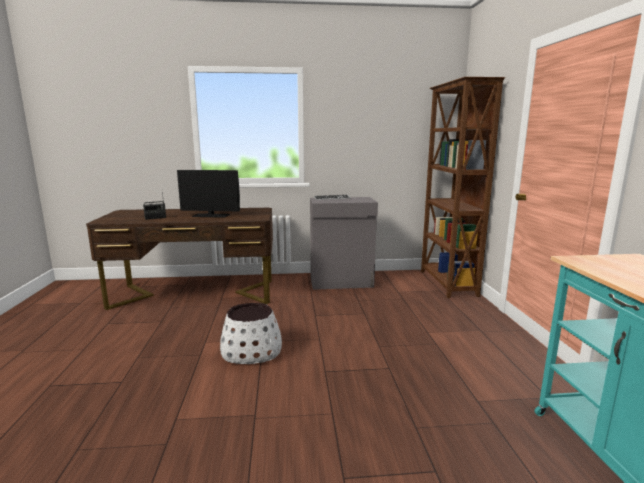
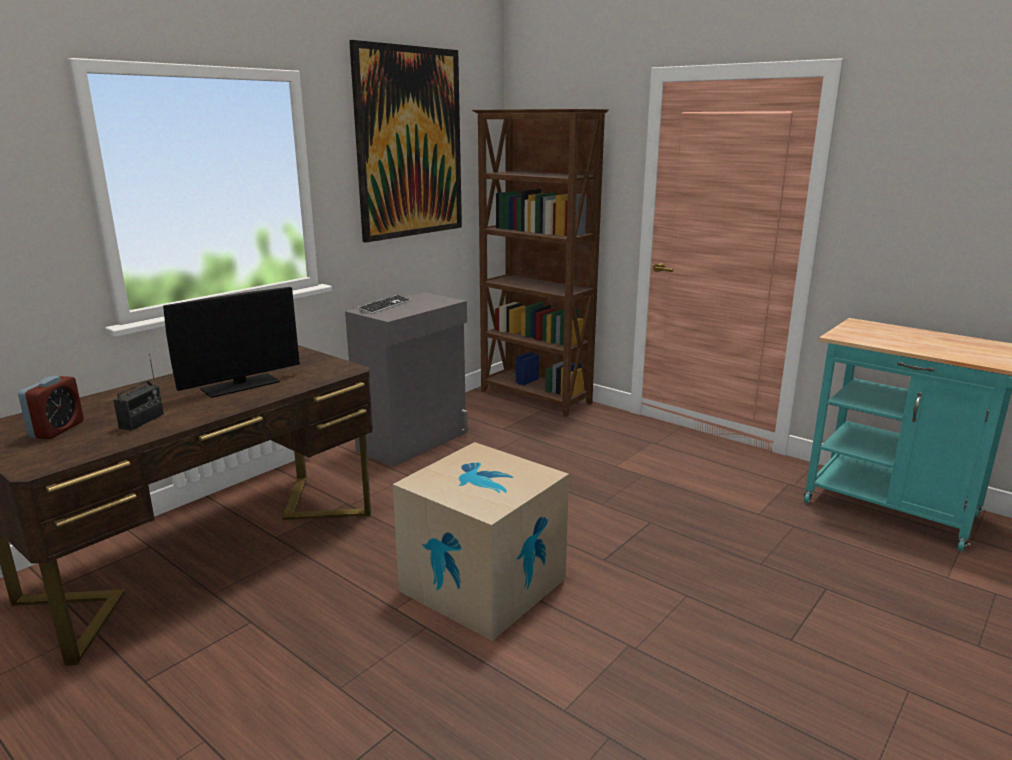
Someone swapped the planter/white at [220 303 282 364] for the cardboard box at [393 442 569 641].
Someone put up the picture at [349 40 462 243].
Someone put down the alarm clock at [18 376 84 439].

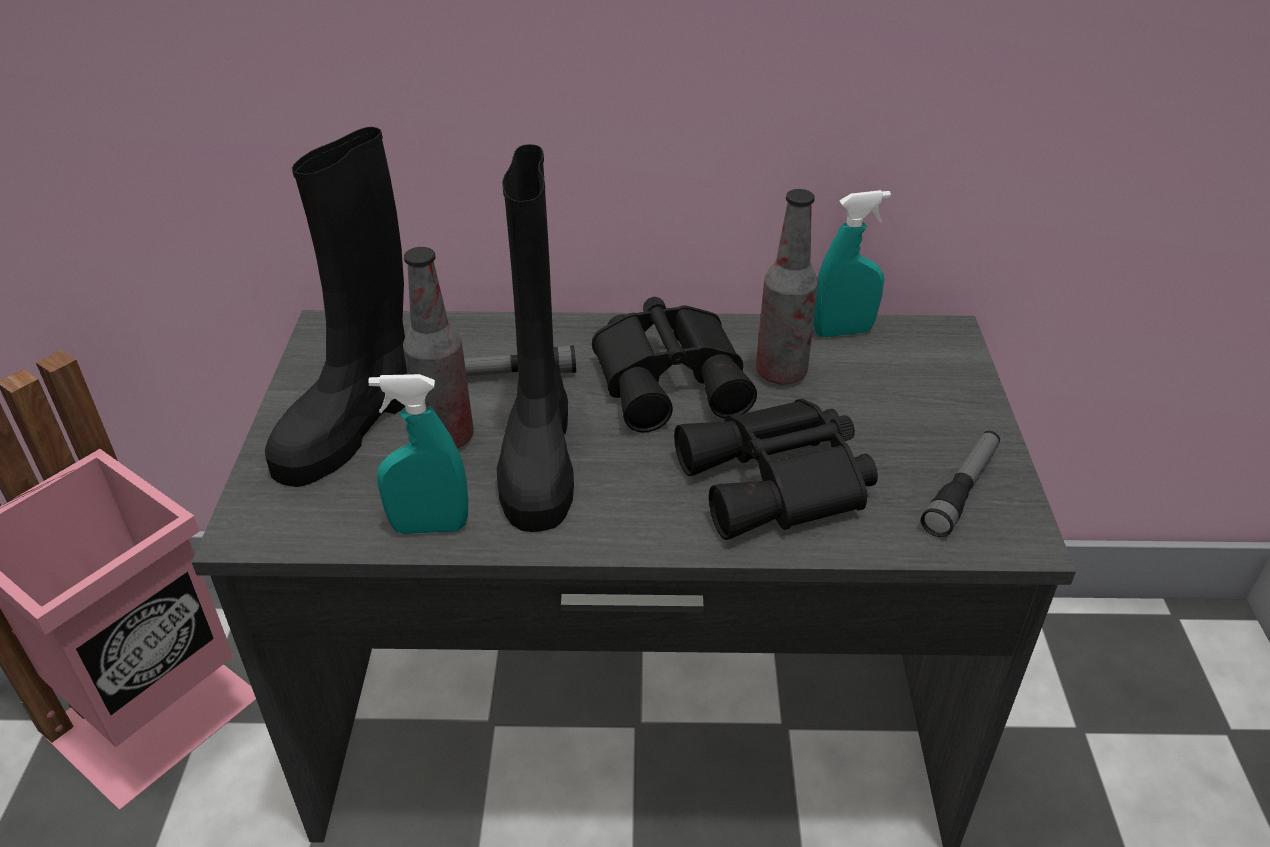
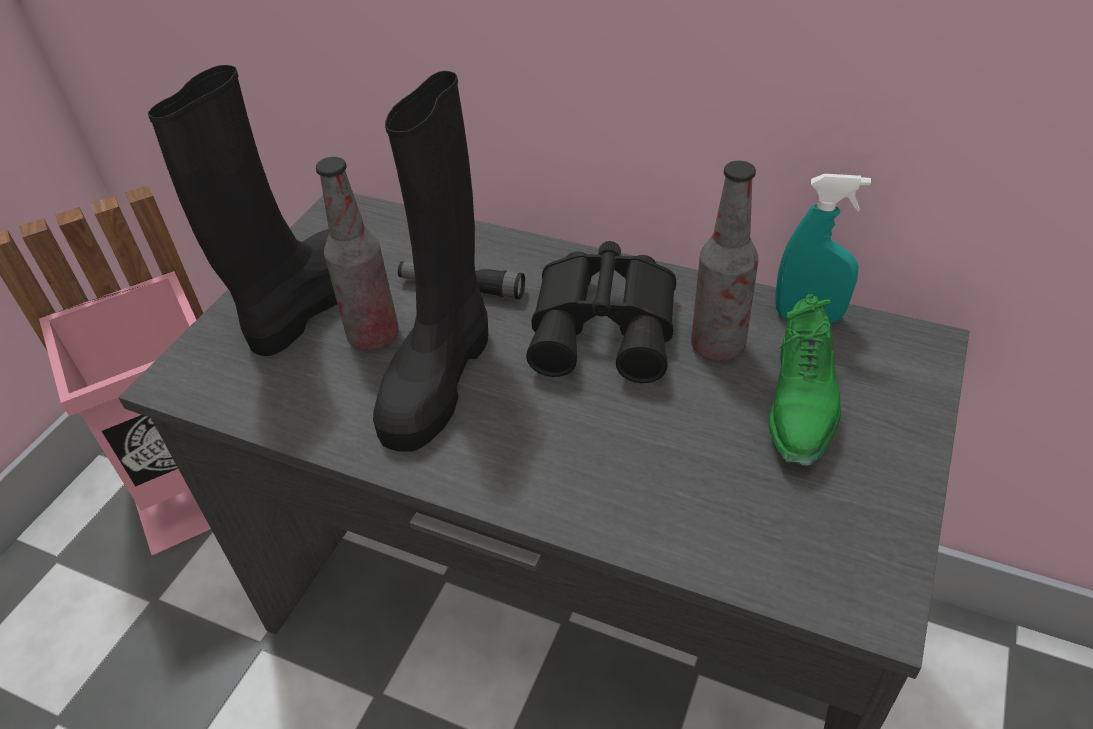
Someone rotated the boot/black at [265 127 408 487] by 150 degrees clockwise.
Someone took away the spray bottle/turquoise at [369 374 468 534].
Someone took away the binoculars/black at [674 399 878 540].
Someone took away the flashlight at [921 431 1000 537].
Someone put down the shoe/green at [768 294 841 466].

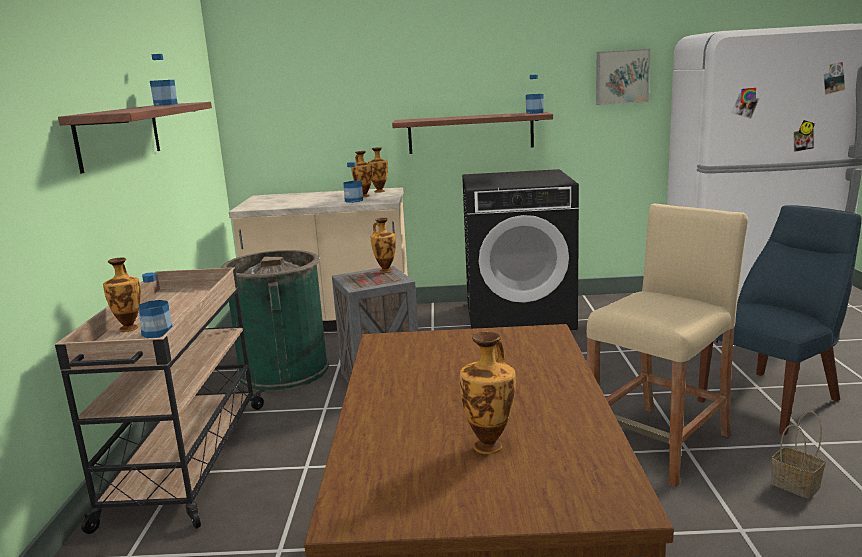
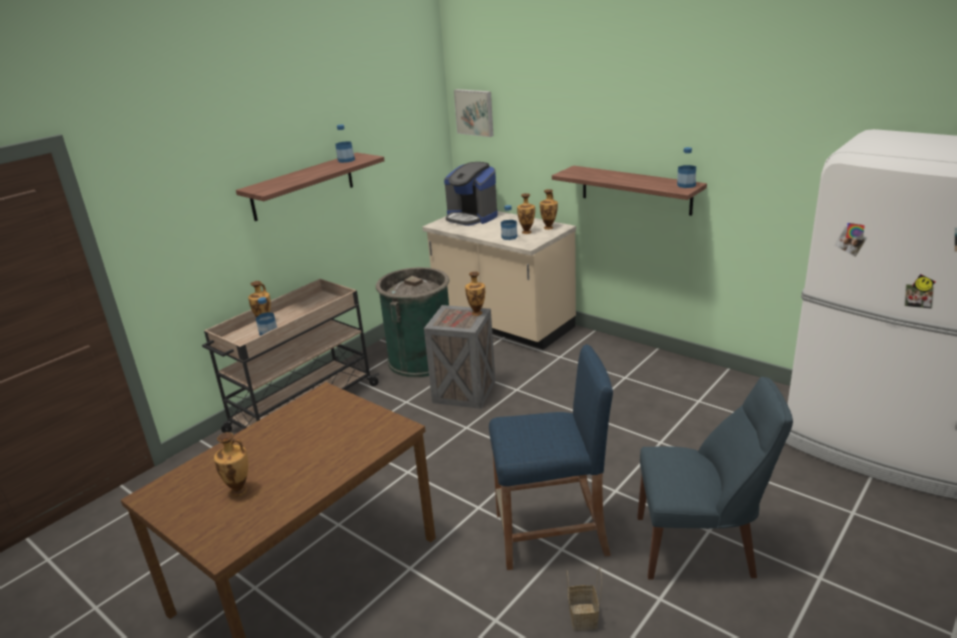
Someone carried the picture from [596 49 651 105] to [454 89 494 137].
Someone took away the washing machine/black at [462 169 579 330].
Someone repainted the stool/beige at [586 204 748 487], which became the stool/blue at [489 344 613 570].
Someone put down the coffee machine at [444 162 498 226].

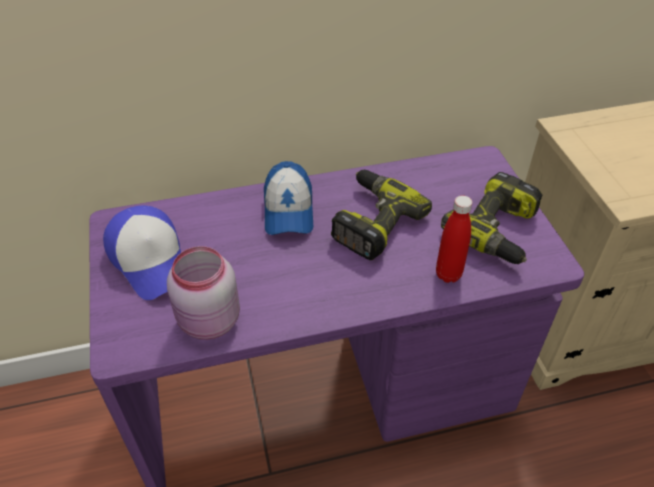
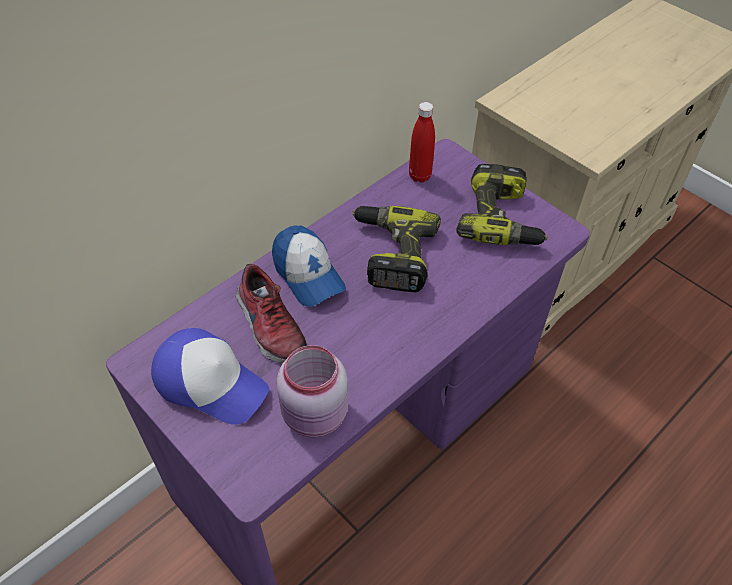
Someone carried the bottle/red from [436 195 472 283] to [409 102 435 183].
Someone put down the shoe at [235 264 307 363].

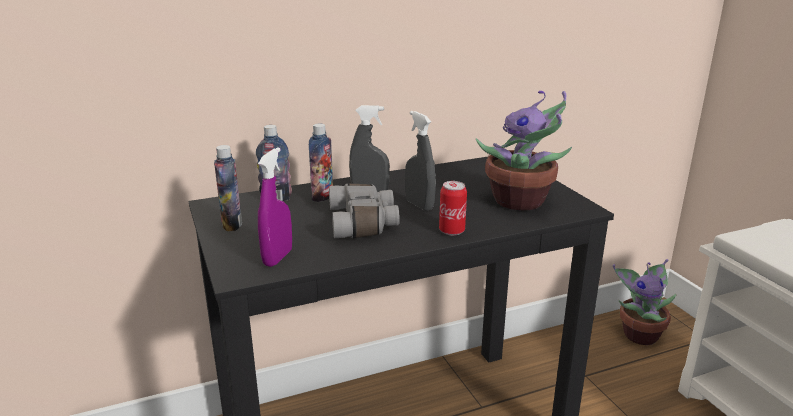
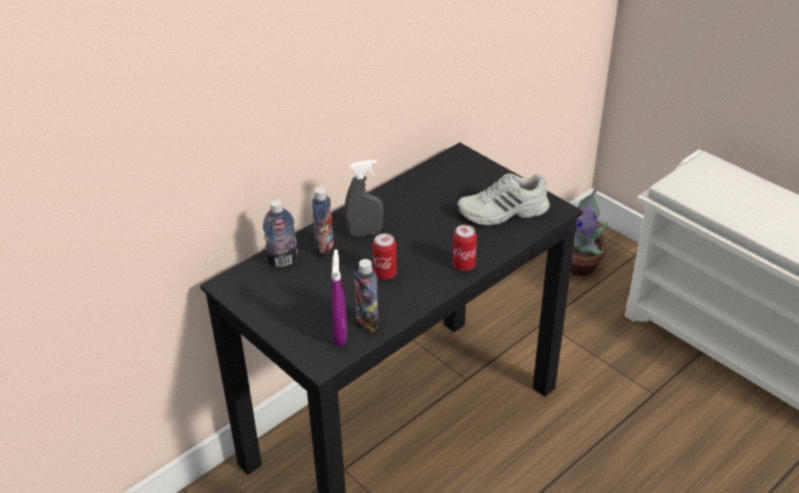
Someone swapped the potted plant at [476 91 572 210] for the shoe/white at [457 173 550 226].
Someone took away the spray bottle/grey at [405 111 436 211].
Someone carried the bottle from [214 145 242 231] to [354 259 379 332].
Someone swapped the binoculars/grey at [329 184 400 238] for the can at [373 233 397 280].

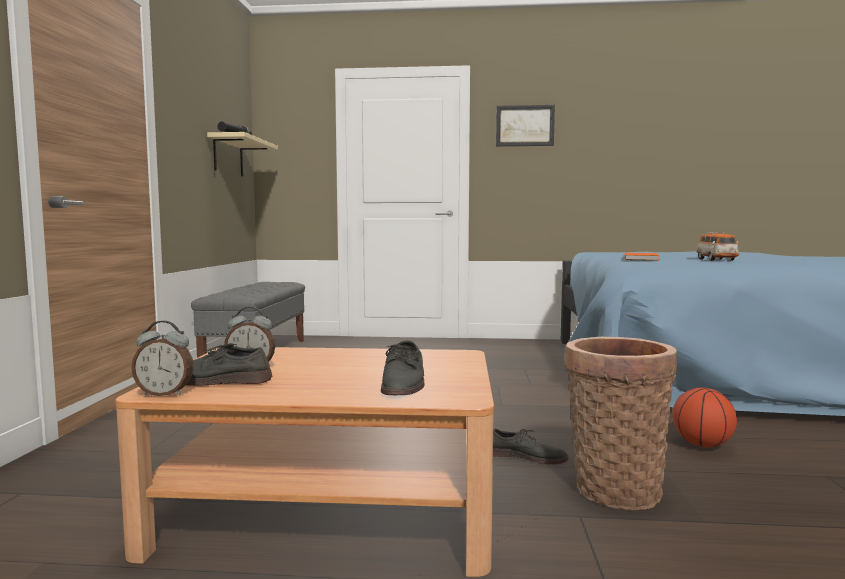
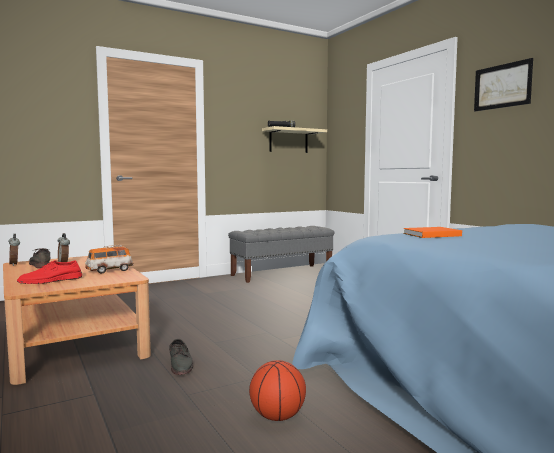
Someone carried the toy car from [697 232 739 261] to [85 245 133 274].
Someone took away the basket at [565 337 678 510].
Someone repainted the shoe/grey at [381 340 425 395], which became the shoe/red at [17 260 82 284].

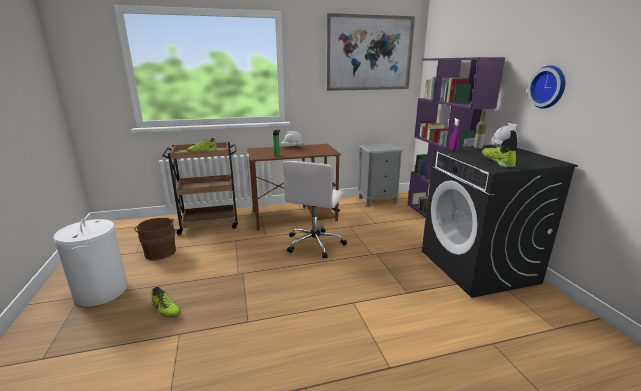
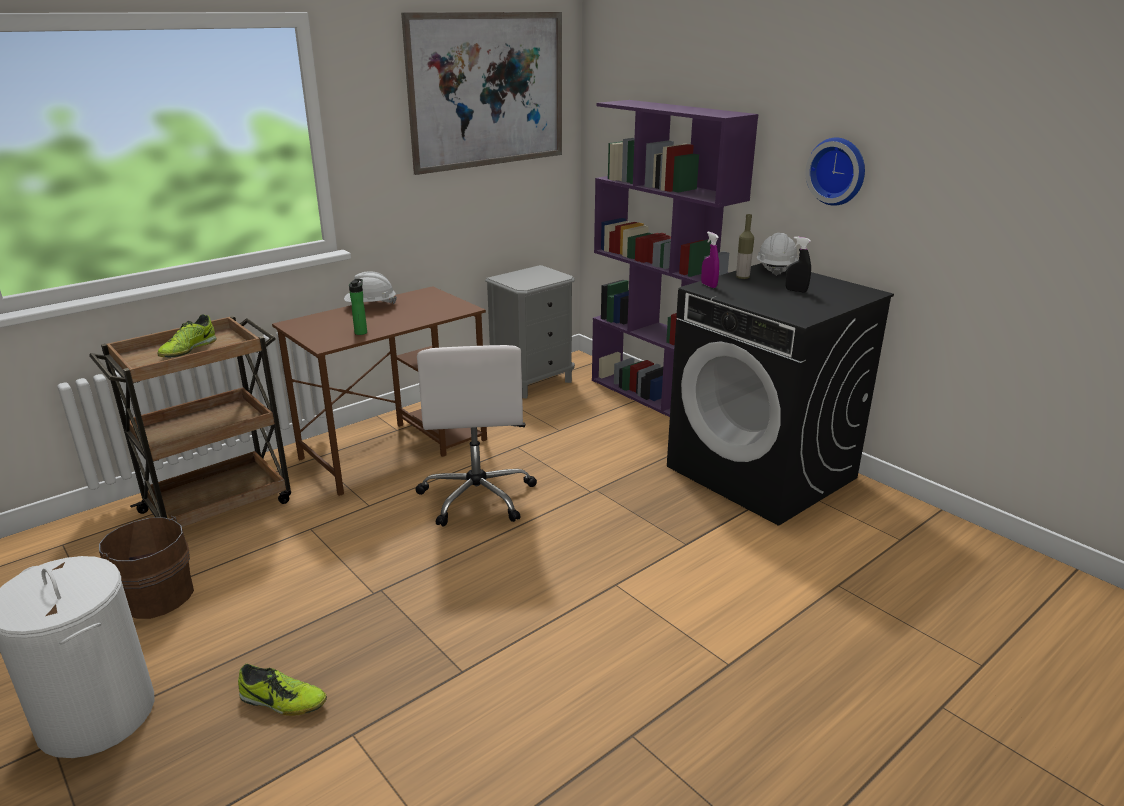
Someone took away the shoe at [482 146 516 168].

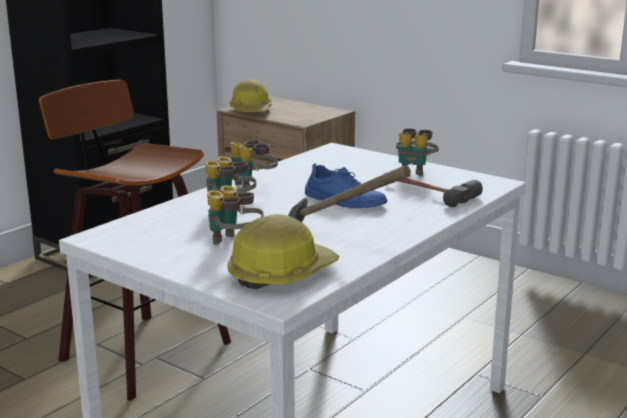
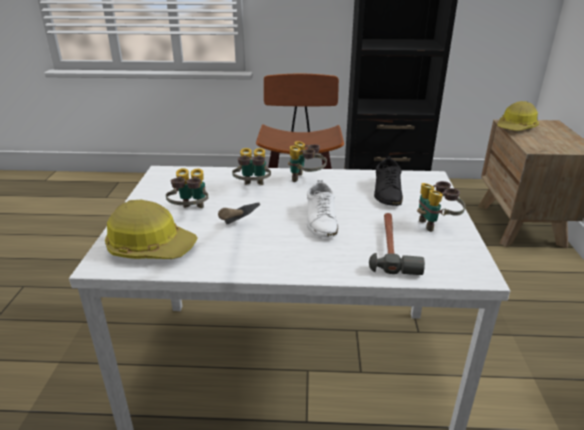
Someone repainted the shoe/blue at [305 163 387 208], which became the shoe/white at [307 180 338 238].
Someone put down the shoe/black at [374 157 403 206].

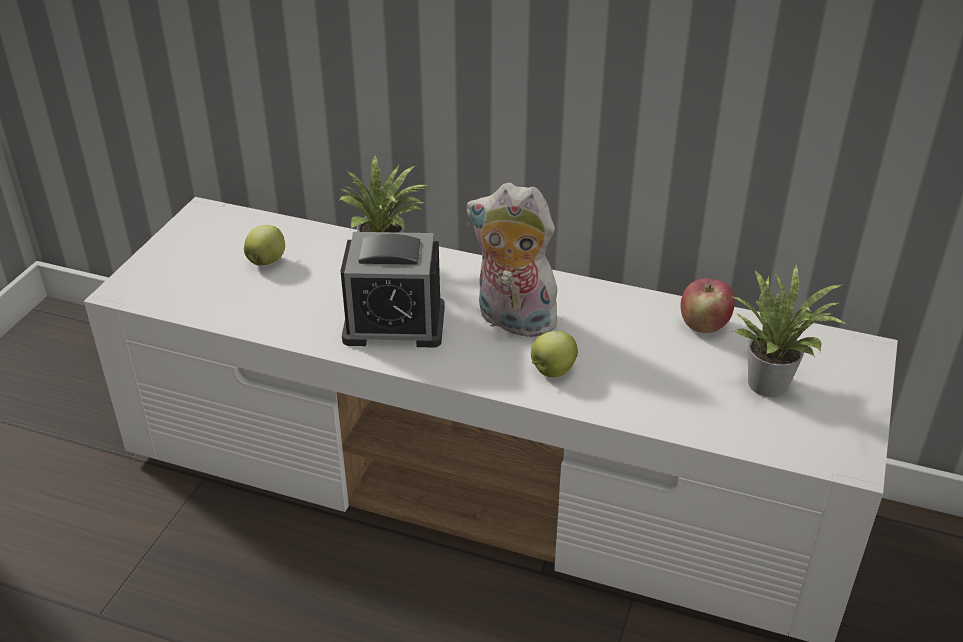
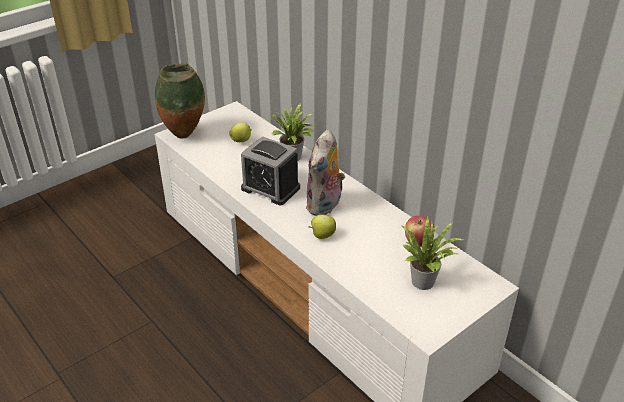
Someone rotated the plush toy at [467 183 561 340] by 120 degrees counterclockwise.
Someone put down the vase at [155 63 205 139].

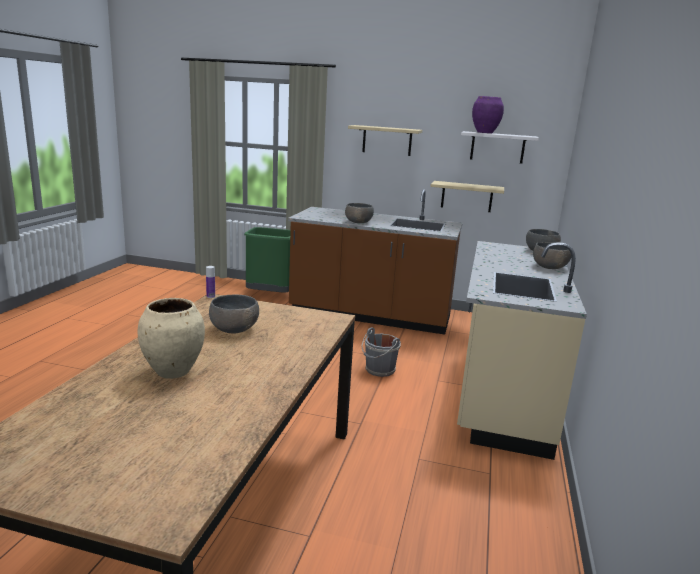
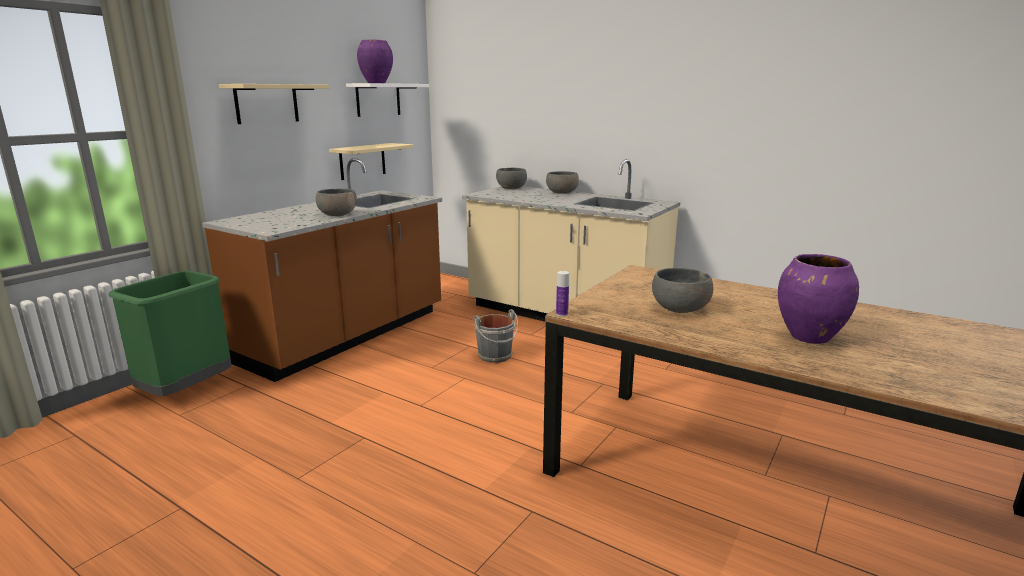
Someone repainted the vase/beige at [138 298 205 379], which became the vase/purple at [778 254 859 344].

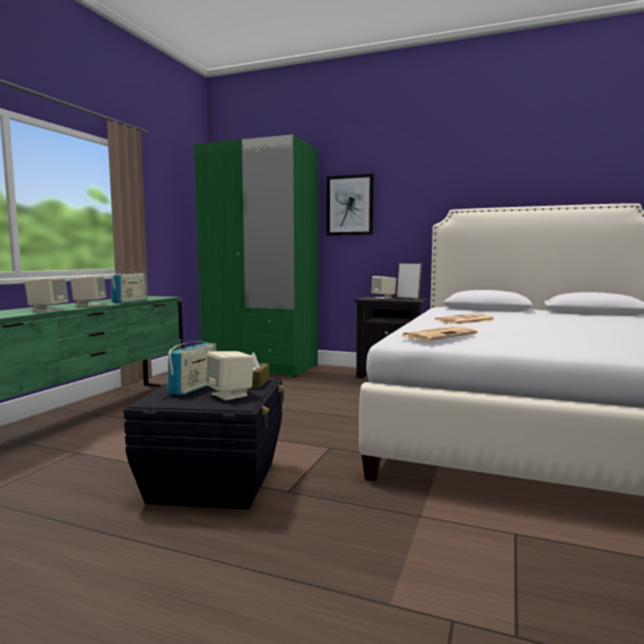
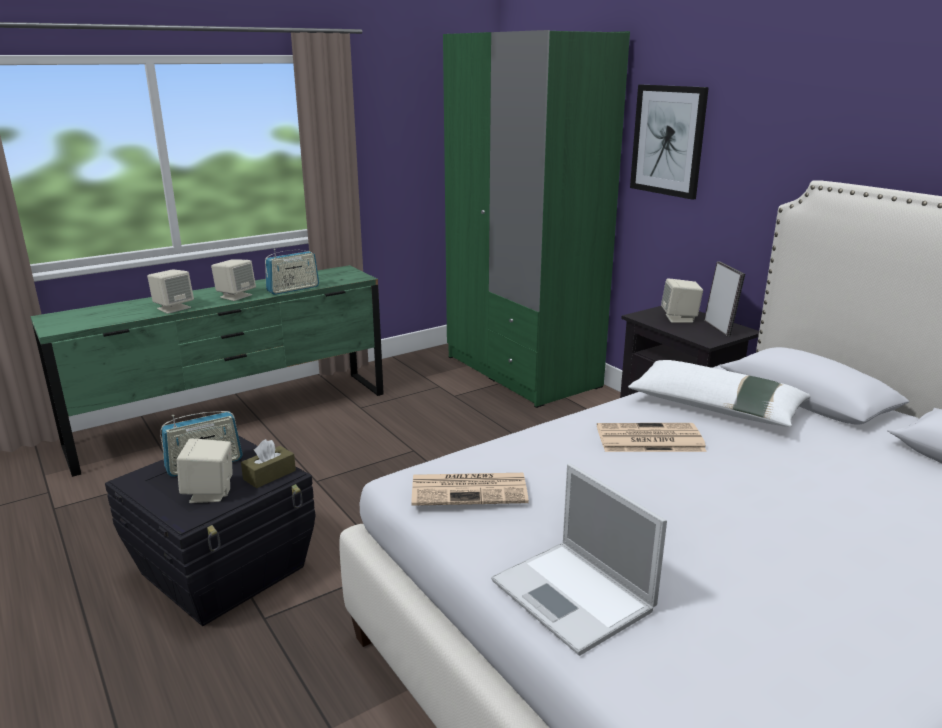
Someone put down the pillow/white at [628 360 810 427].
Someone put down the laptop at [491 464 667 656].

